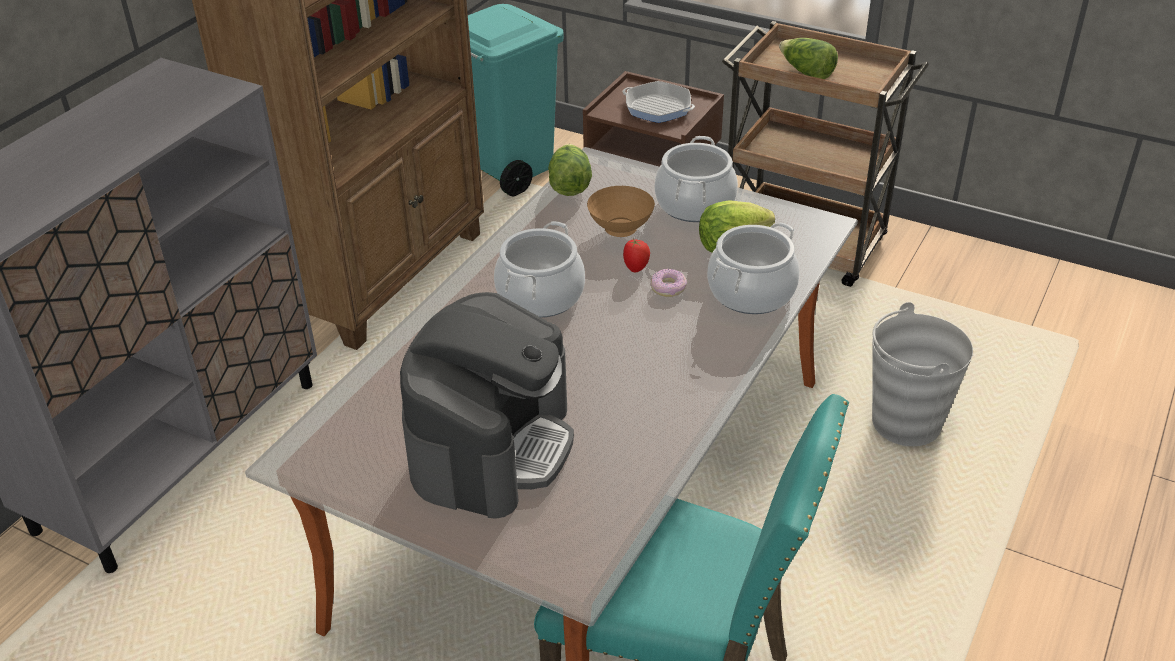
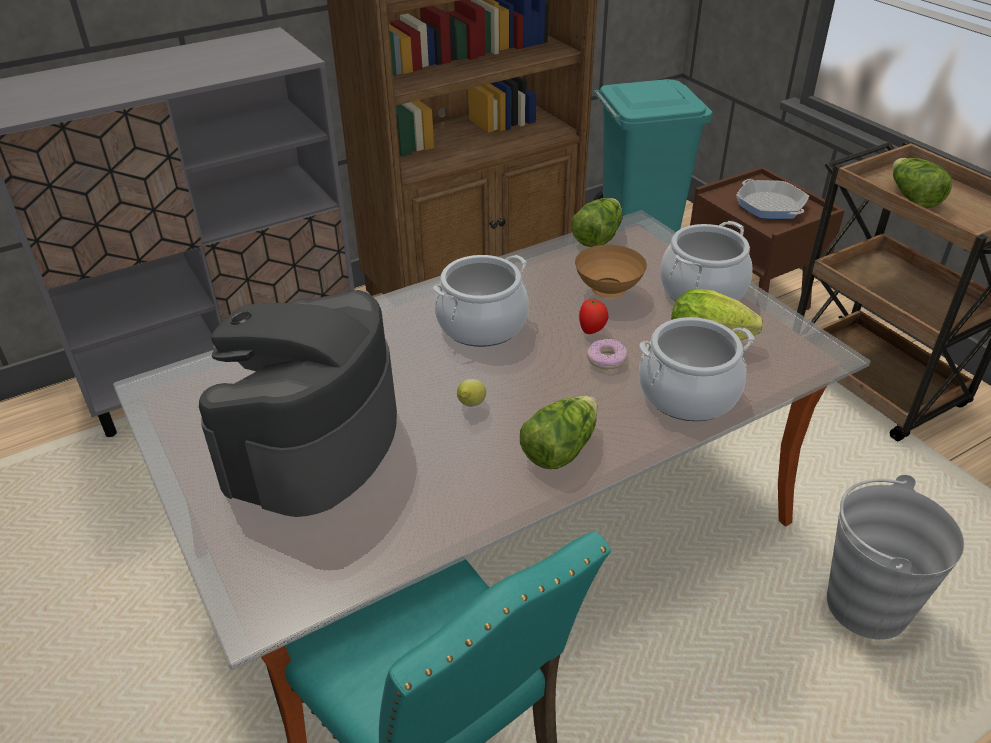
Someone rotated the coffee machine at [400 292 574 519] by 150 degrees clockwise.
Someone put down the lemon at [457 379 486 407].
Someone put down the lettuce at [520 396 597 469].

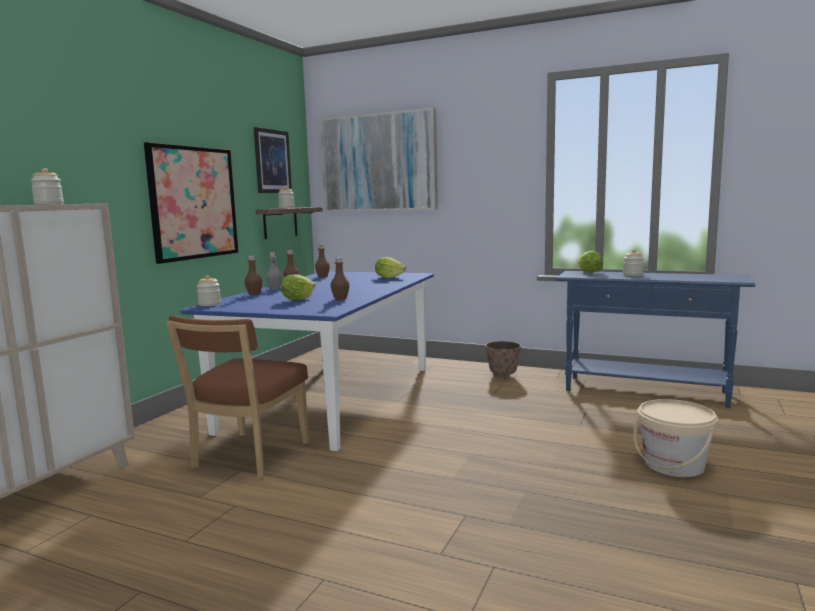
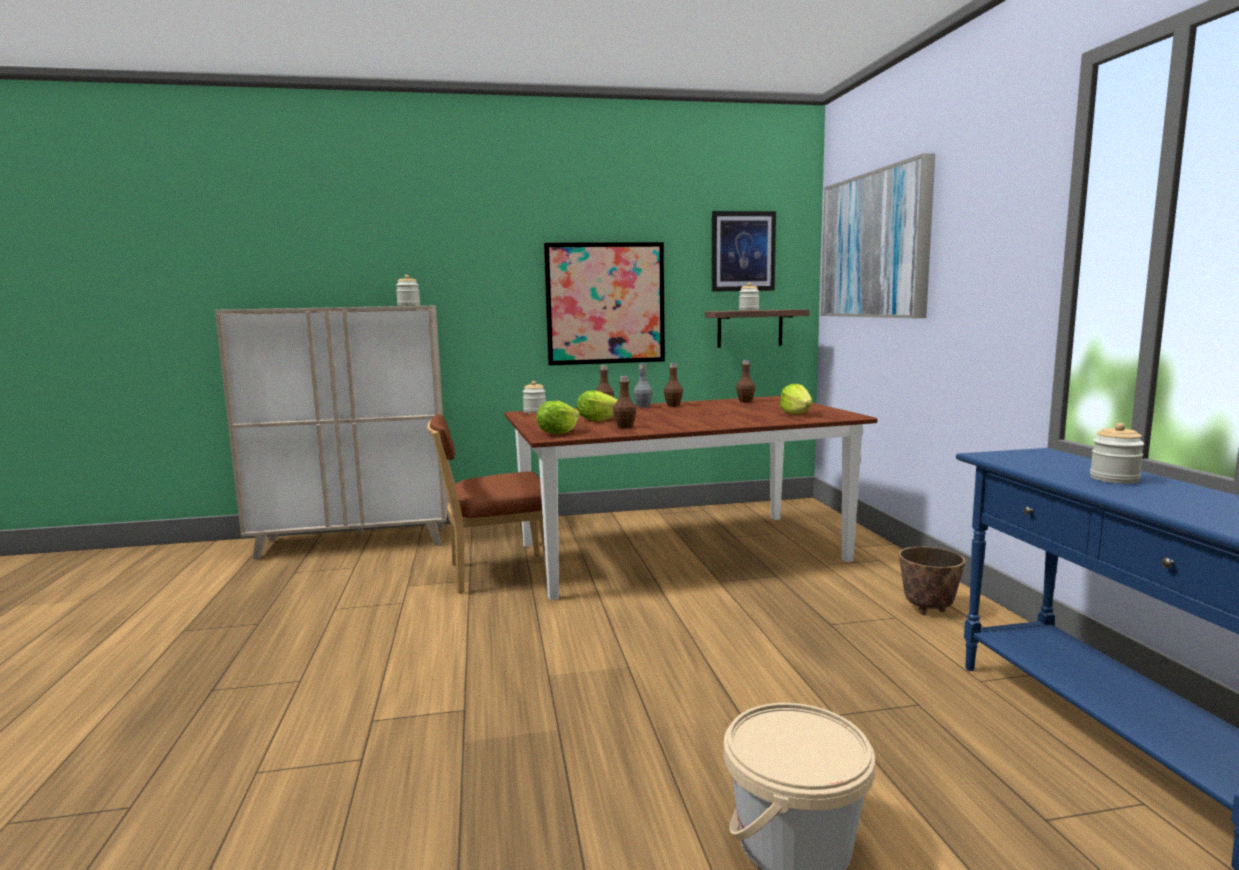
Someone carried the lettuce from [578 251 603 273] to [536 401 580 434].
Someone repainted the dining table/blue at [180 272 434 451], which became the dining table/brown at [505 396 877 600].

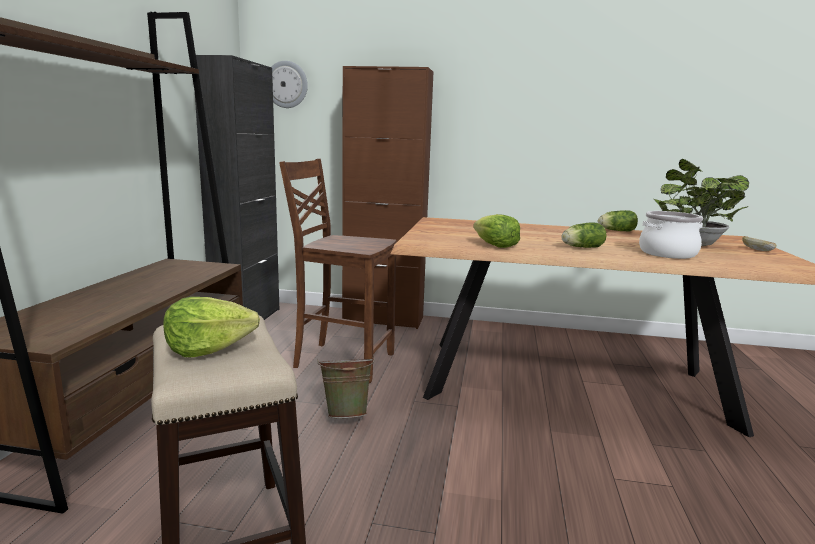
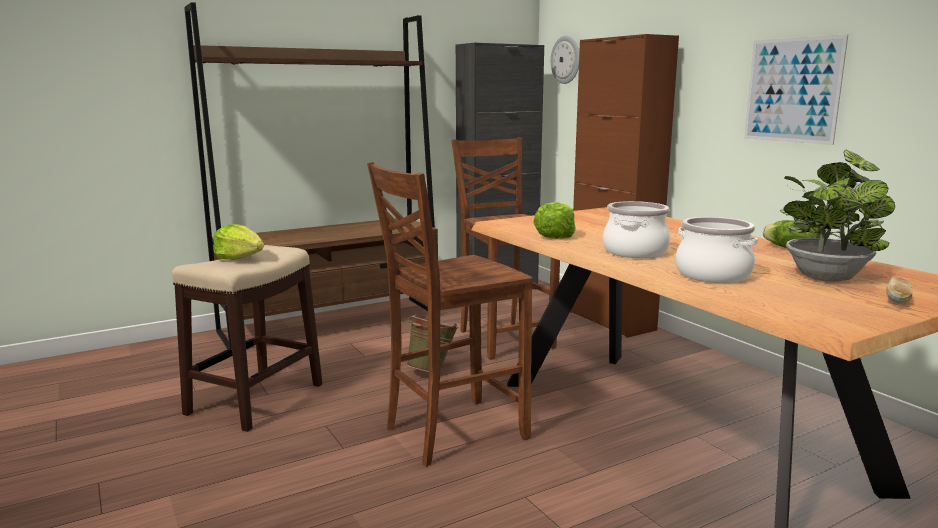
Someone swapped the lettuce at [561 222 607 248] for the cooking pot at [603 201 670 258].
Someone put up the picture at [744 34 848 145].
Someone put down the chair/brown at [367 162 533 467].

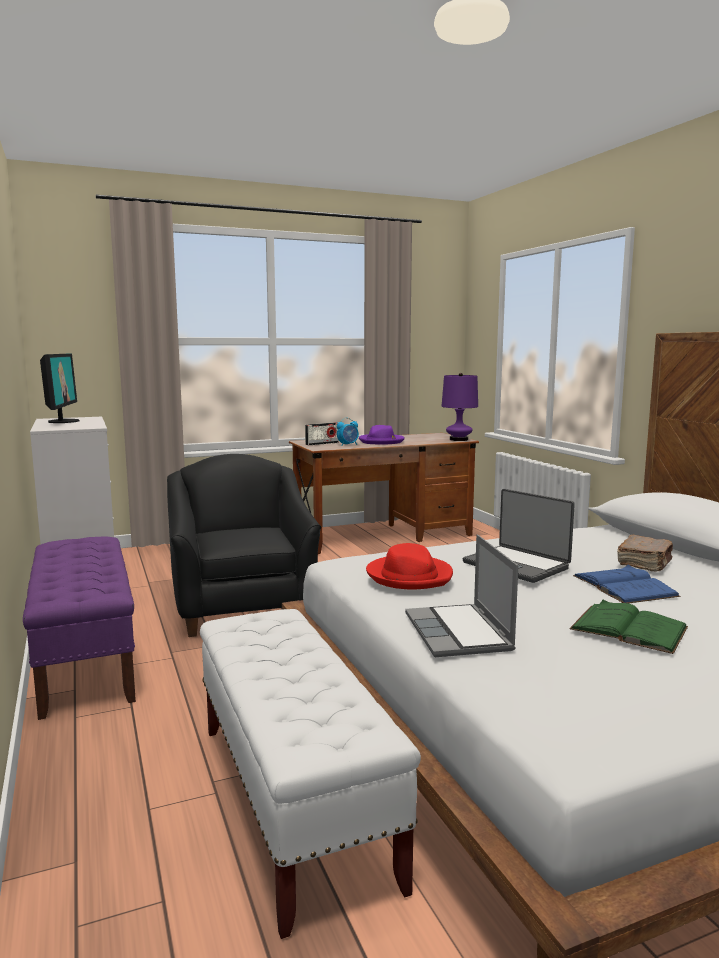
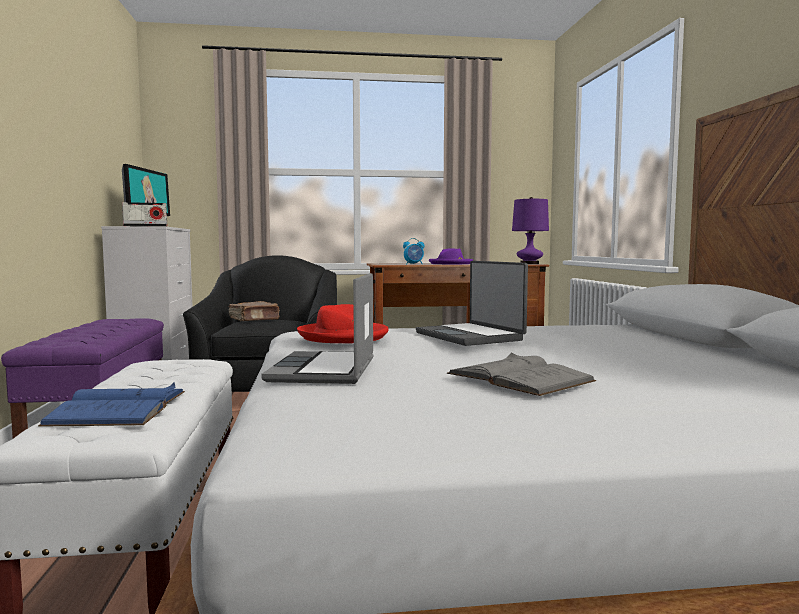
Someone carried the radio from [305 423 339 445] to [122 202 167 227].
Someone carried the book/brown from [617 535 673 571] to [229 301 280 321].
Someone carried the book/blue from [573 564 680 603] to [38 382 185 427].
Someone repainted the book/green at [569 600 688 654], which became the book/grey at [447 352 596 396].

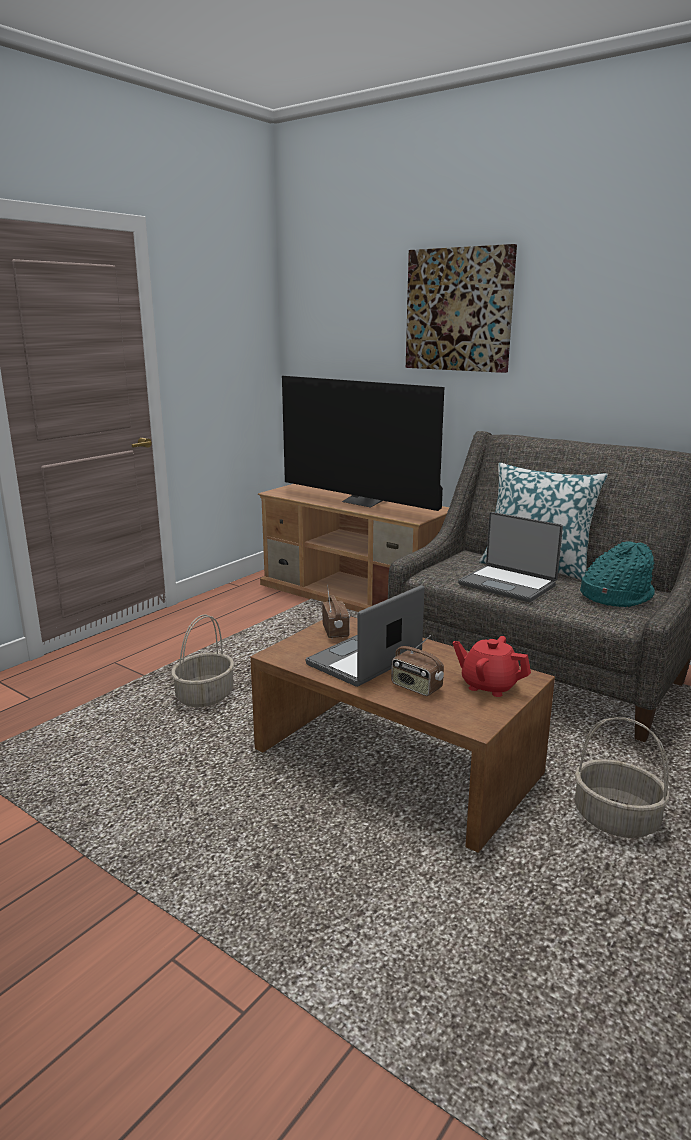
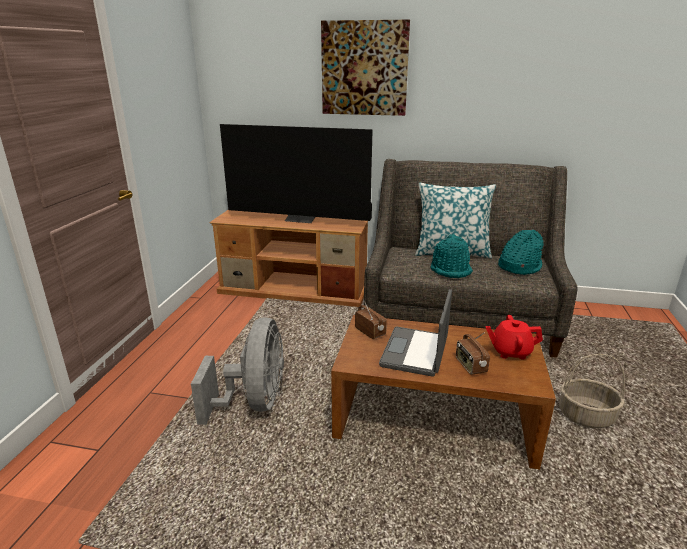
Someone swapped the laptop at [458 512 563 602] for the hat/turquoise at [430 234 473 278].
Someone swapped the basket at [171 614 234 707] for the fan/grey at [191 317 284 425].
Someone rotated the radio at [391 635 444 696] by 60 degrees clockwise.

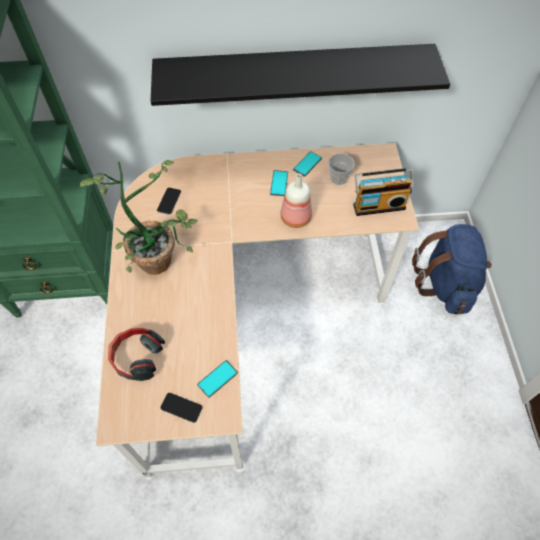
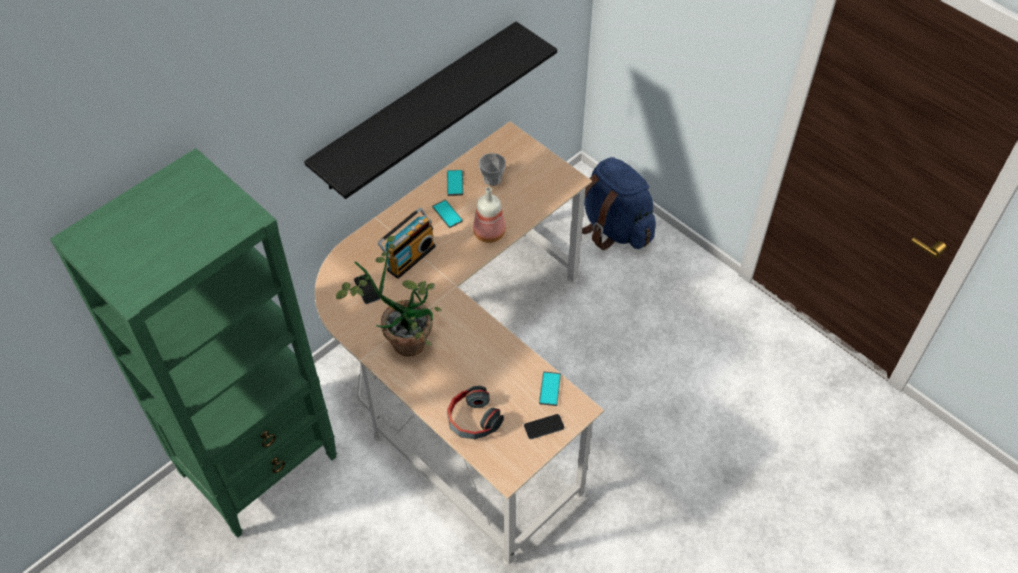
Someone carried the radio from [353 168 414 216] to [377 208 436 279].

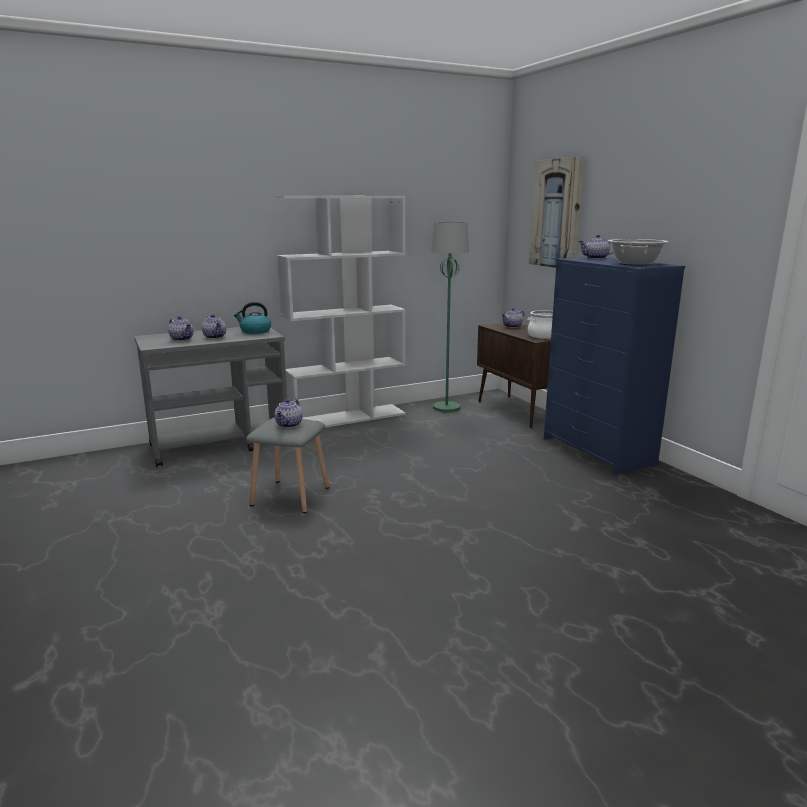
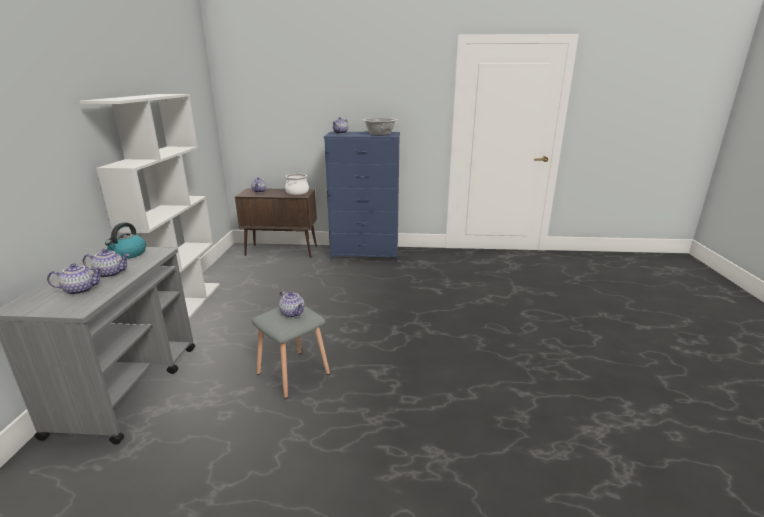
Someone took away the picture at [529 157 585 268].
Someone took away the floor lamp/green at [431 222 469 412].

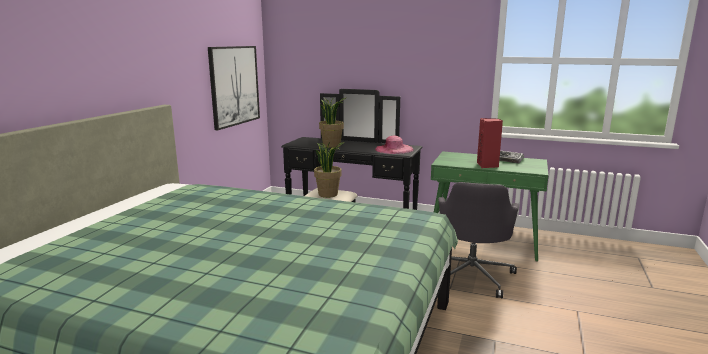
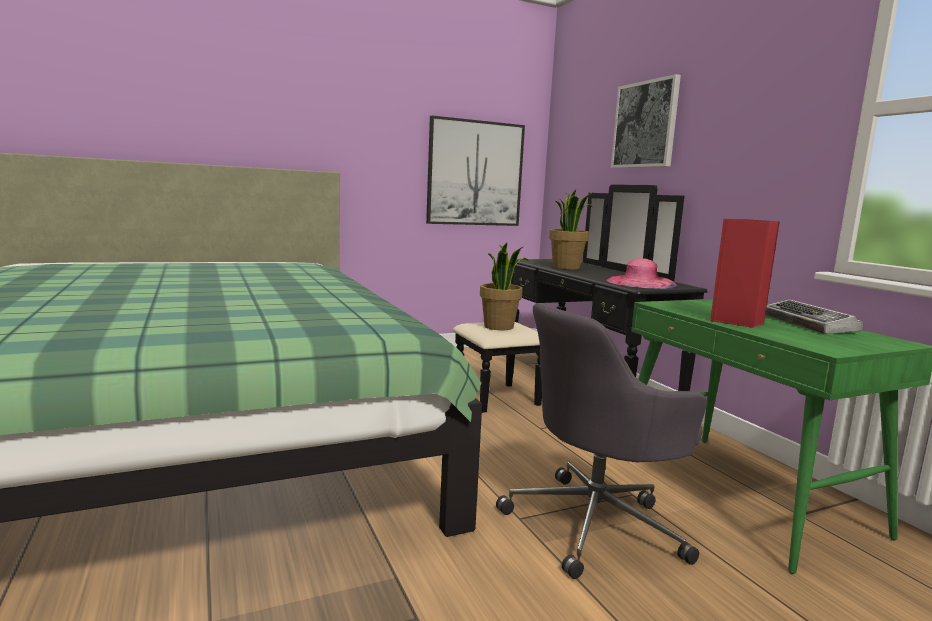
Someone put up the picture at [611 74 681 168].

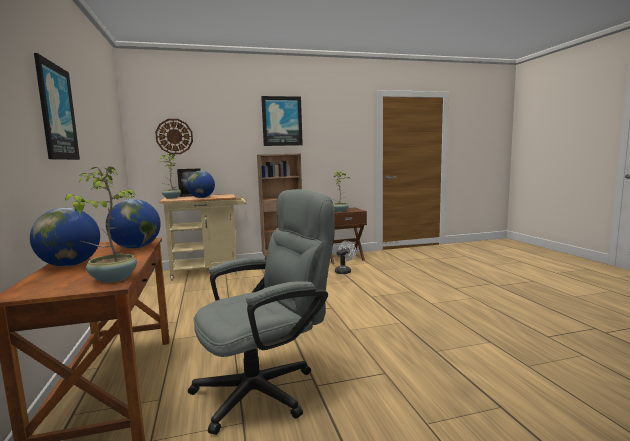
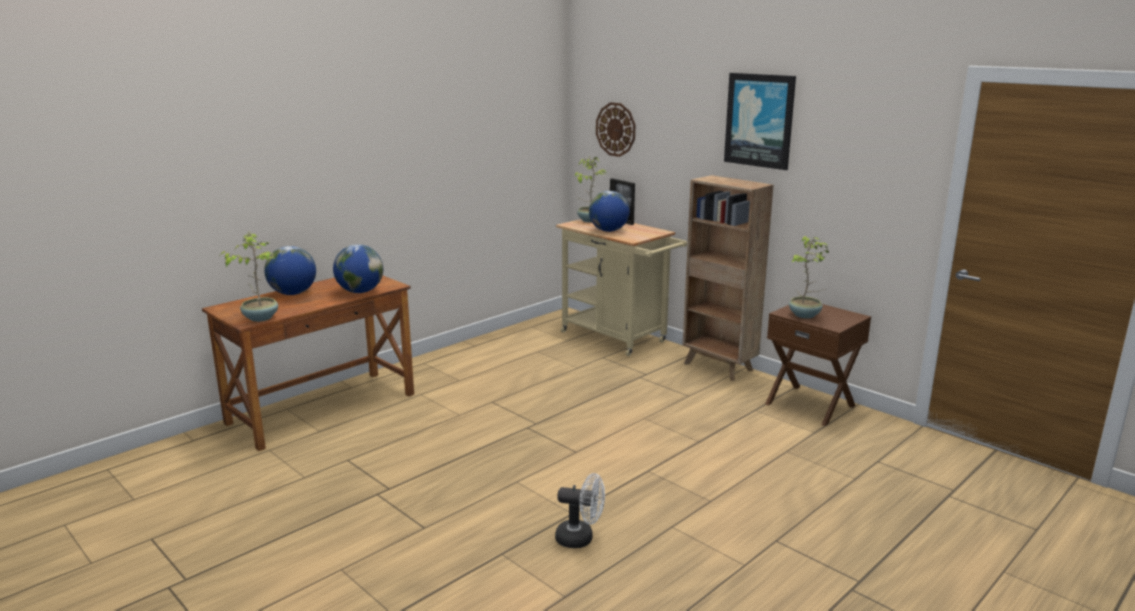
Someone took away the picture at [34 53 80 160].
Someone took away the office chair/grey at [188 189 335 435].
Someone carried the fan/white from [335 241 356 274] to [555 473 605 548].

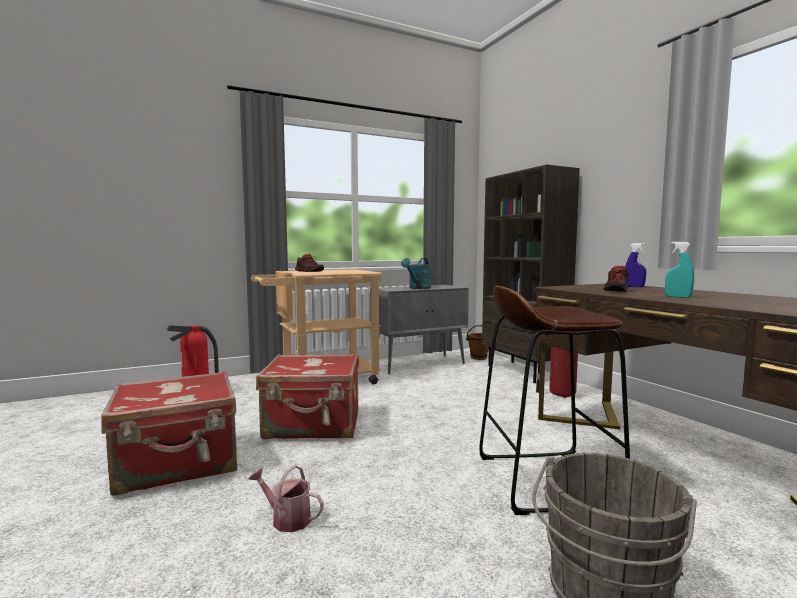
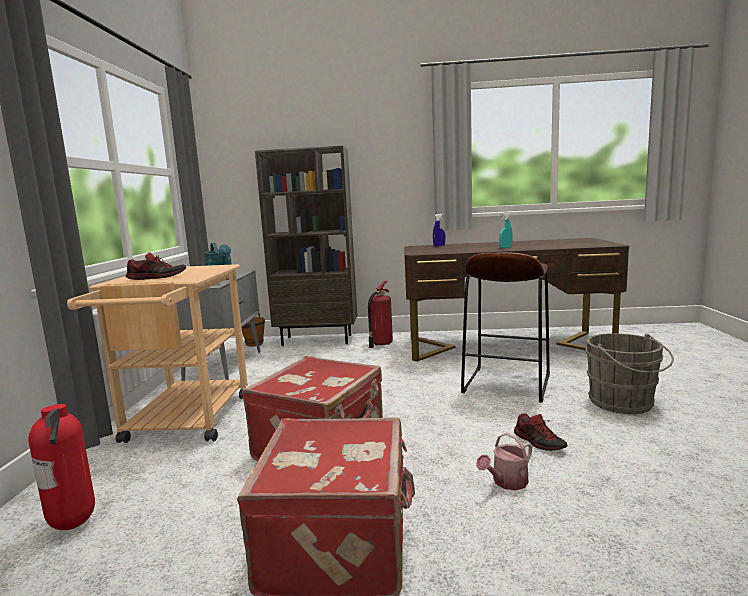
Someone carried the shoe from [603 266 629 292] to [514 413 568 451].

